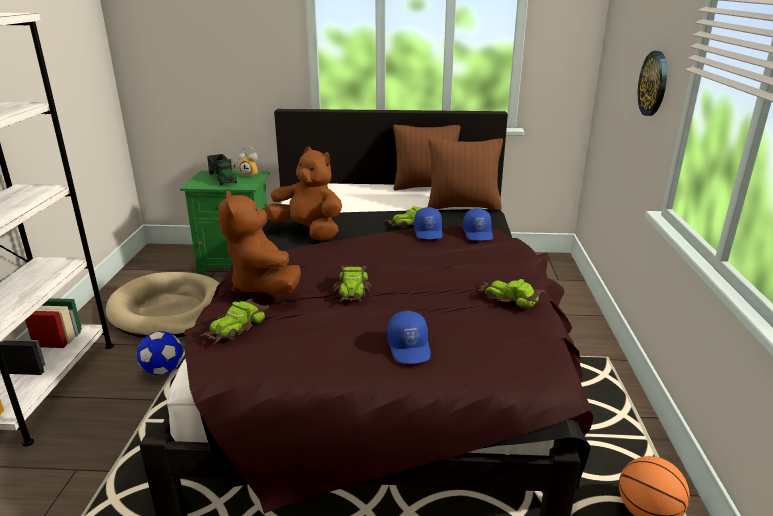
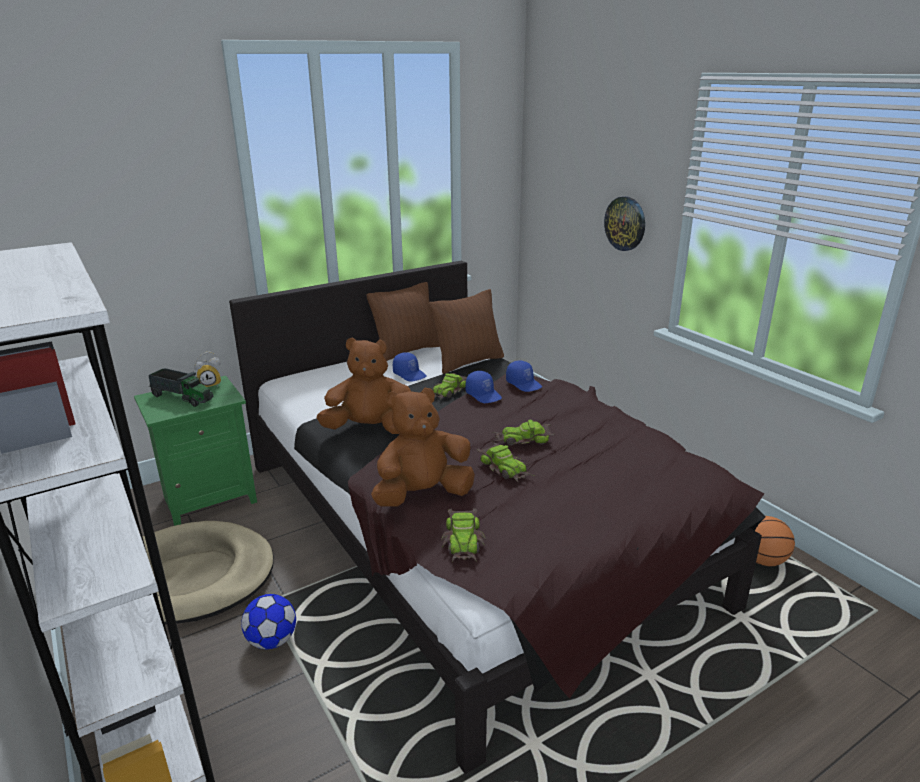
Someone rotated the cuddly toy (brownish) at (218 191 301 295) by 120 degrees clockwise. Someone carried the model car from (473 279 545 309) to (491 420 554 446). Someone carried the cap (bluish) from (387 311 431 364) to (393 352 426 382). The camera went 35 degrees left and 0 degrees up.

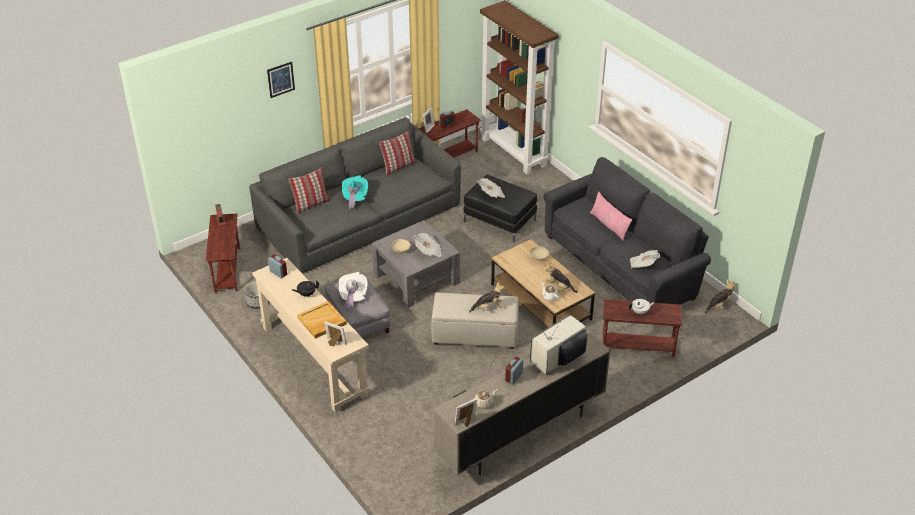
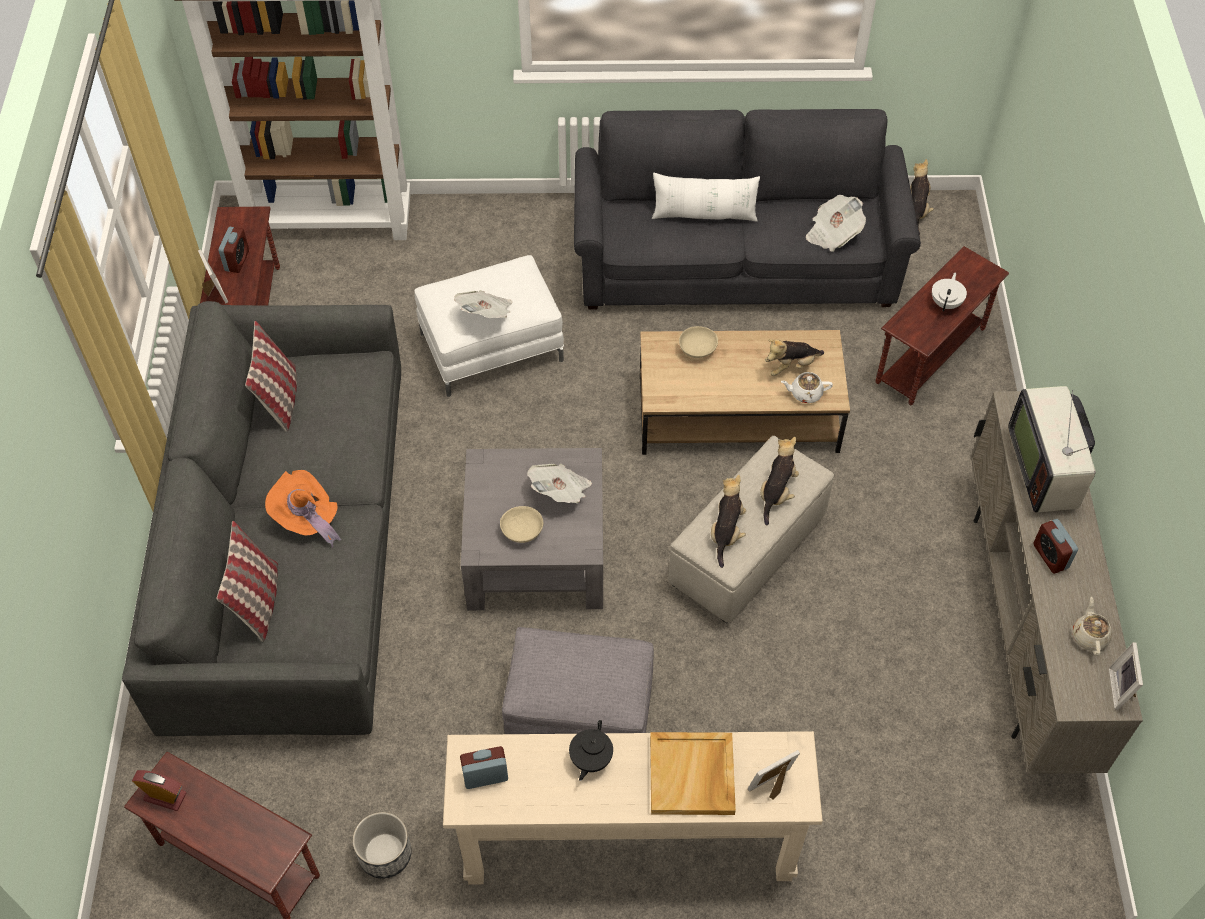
Someone took away the picture at (267 62 295 98). Someone repainted the clothing hat (blue-green) at (342 175 368 210), which became the clothing hat (orange-coloured) at (265 470 341 548). Someone repainted the footrest (black) at (464 175 537 243), which became the footrest (white-coloured) at (414 255 564 397). Someone repainted the cushion (pink) at (590 191 632 241), which became the cushion (white-coloured) at (652 173 760 222). Someone took away the clothing hat (white-coloured) at (339 272 368 311). Someone put down the cuddly toy at (711 474 746 568). The camera went 55 degrees left and 15 degrees up.

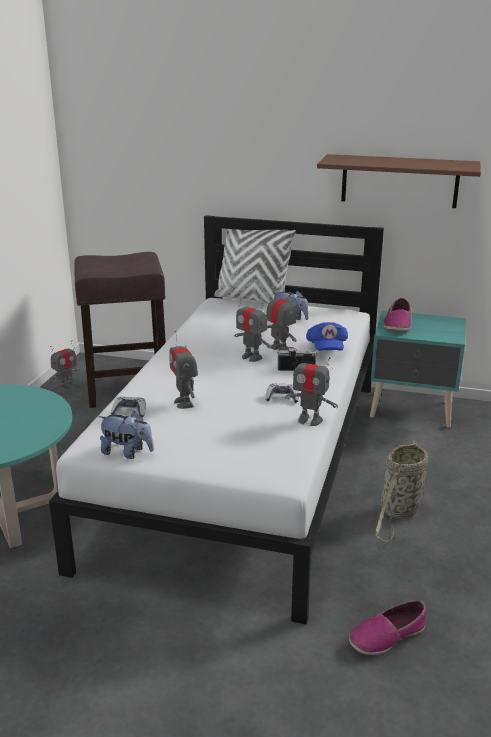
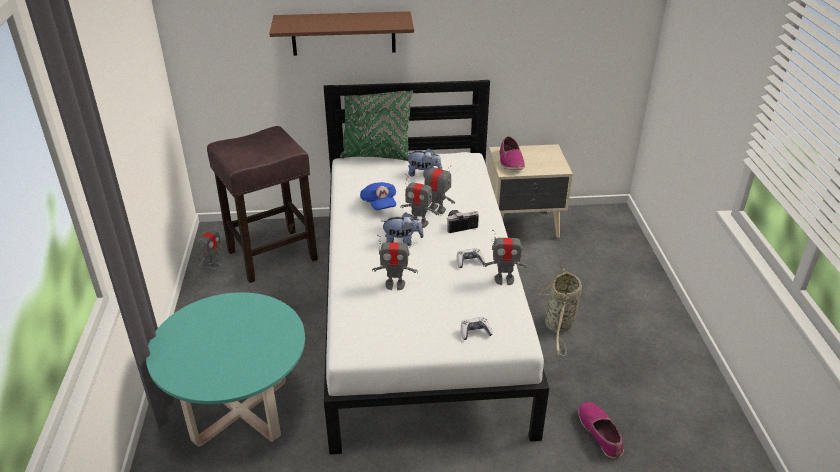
Someone carried the shelf (brownish) from (317 154 481 208) to (269 11 414 56). Someone repainted the cushion (white-coloured) at (214 229 296 304), which became the cushion (green-coloured) at (340 90 413 161). Someone repainted the bedside table (blue-green) at (370 310 466 428), which became the bedside table (beige-coloured) at (488 144 573 238). Someone carried the cap (bluish) from (306 322 348 351) to (360 182 396 210). Someone rotated the model robot at (169 331 198 409) by 45 degrees counterclockwise. Someone carried the gamepad from (111 397 146 417) to (461 317 493 340). Someone carried the cuddly toy from (98 411 154 459) to (382 212 424 246). Someone rotated the low shoe at (349 600 426 655) by 120 degrees clockwise. The camera went 20 degrees left and 10 degrees up.

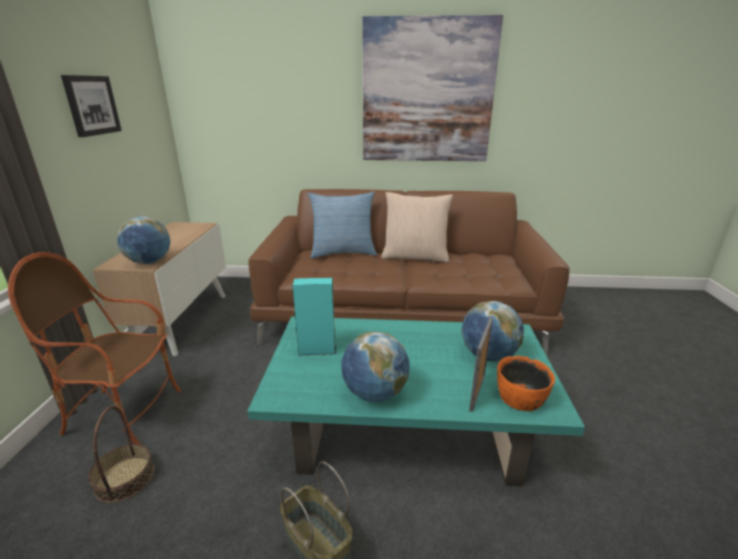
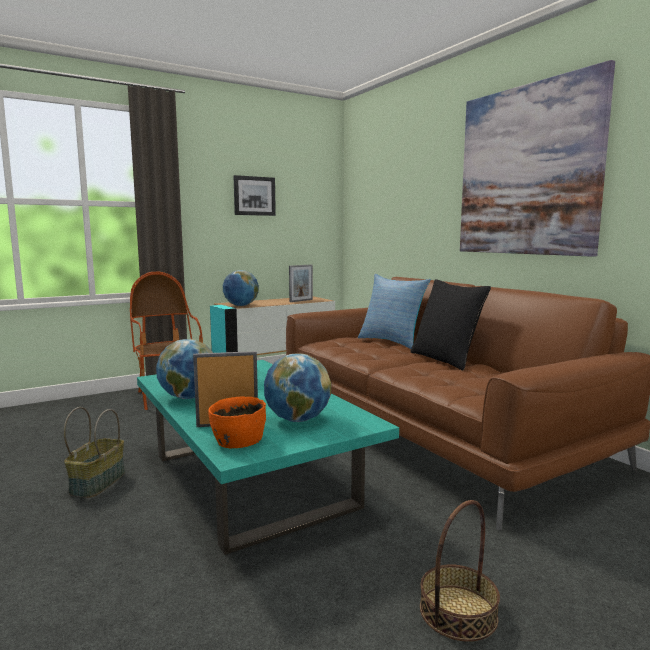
Someone repainted the cushion (beige-coloured) at (381 192 453 263), which became the cushion (black) at (410 279 491 371). Someone carried the storage basket from (88 406 155 503) to (420 500 500 642). Someone put down the standing frame at (289 264 313 302). The camera went 55 degrees right and 15 degrees down.

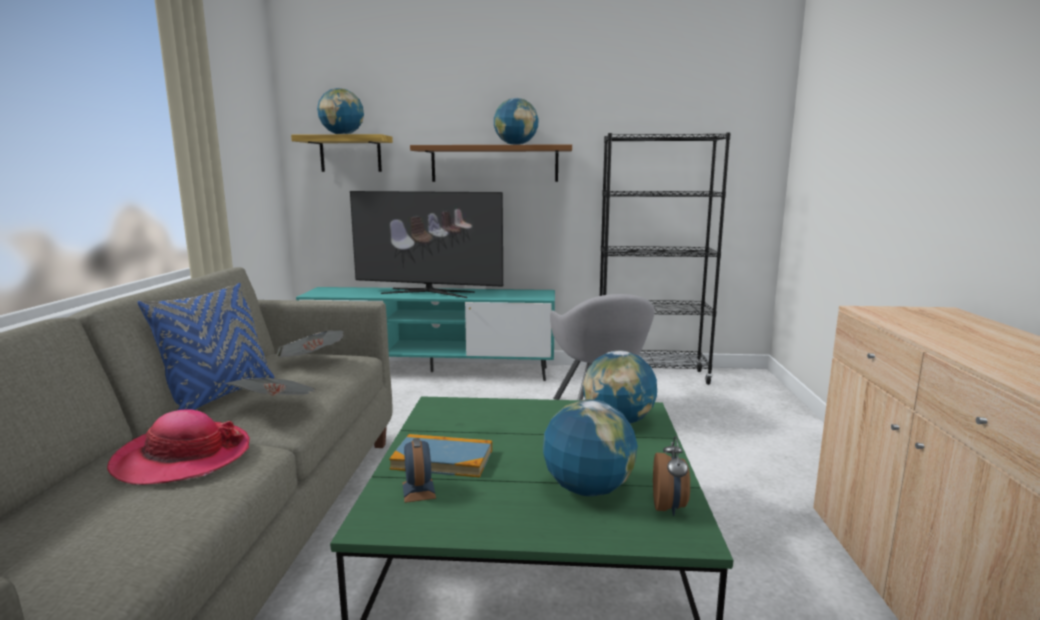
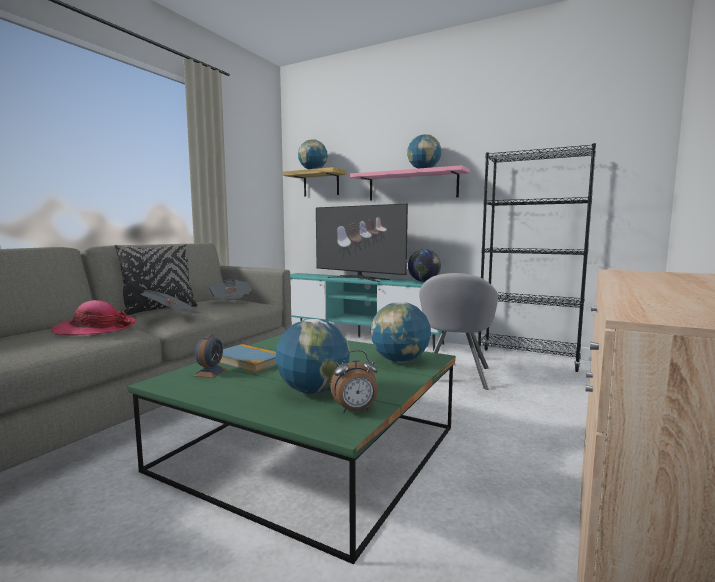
Someone repainted the shelf (brownish) at (410 145 572 182), which became the shelf (pink) at (350 165 470 201). Someone repainted the cushion (bluish) at (137 283 274 410), which became the cushion (black) at (115 244 197 315). Someone rotated the table clock at (653 436 690 516) by 45 degrees clockwise. Someone put down the world globe at (408 249 441 282). The camera went 25 degrees right and 5 degrees down.

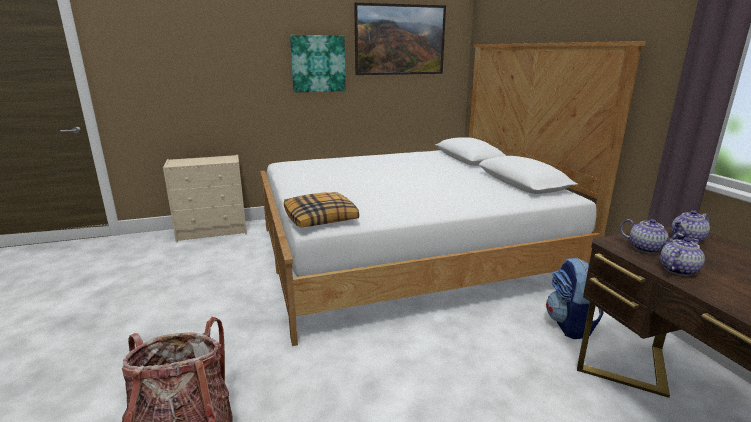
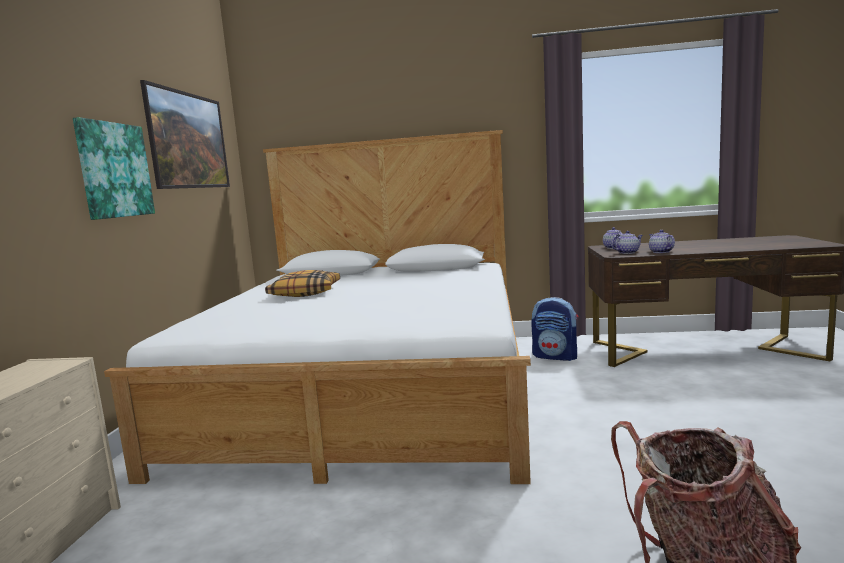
Someone carried the cushion from (284 192 359 227) to (265 270 340 297). The camera went 65 degrees left and 10 degrees down.

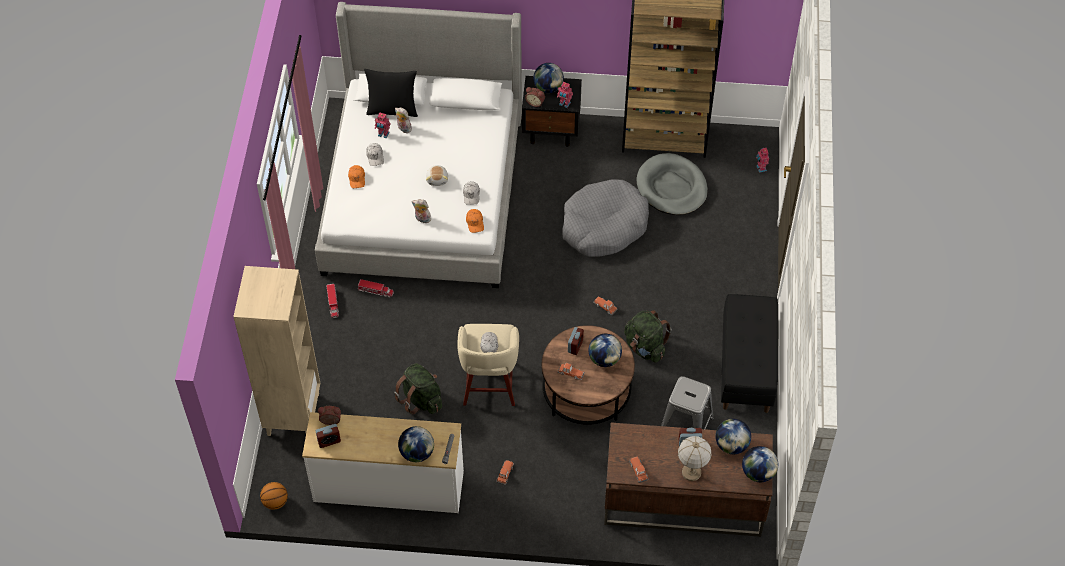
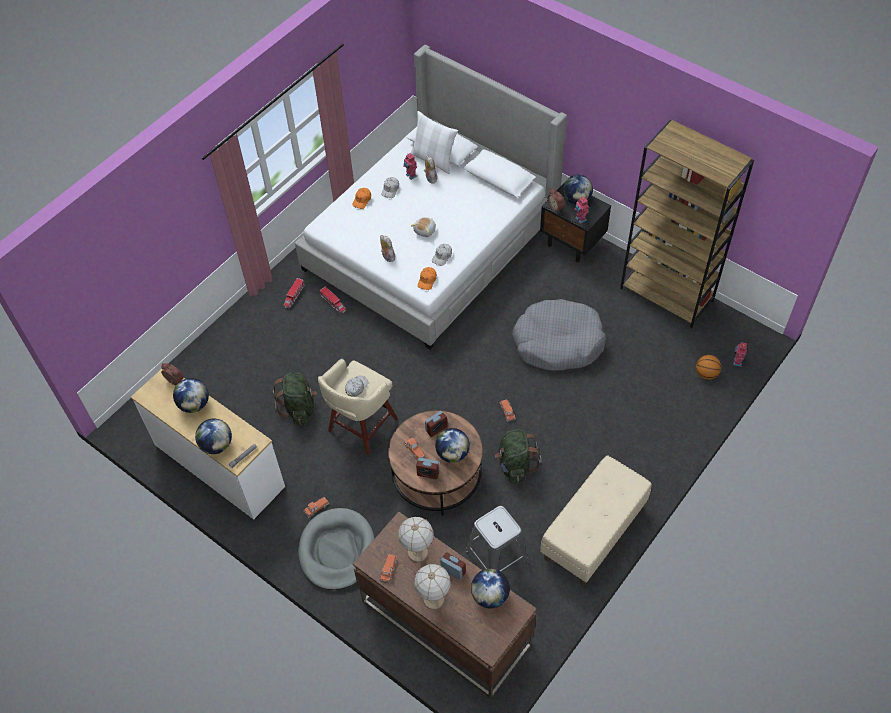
Someone repainted the cushion (black) at (364 69 418 117), which became the cushion (white-coloured) at (411 111 458 174). Someone carried the pet bed (greyish) from (637 153 708 215) to (298 508 374 590). Someone took away the shelving unit (beige-coloured) at (233 266 320 436). Someone repainted the long seat (black) at (721 294 778 413), which became the long seat (beige-coloured) at (540 455 652 585). Someone carried the table clock from (316 424 341 448) to (416 458 439 479). Someone carried the world globe from (742 446 778 482) to (173 378 209 413). Someone carried the ball for basketball from (260 482 288 510) to (696 355 721 380). Someone put down the tabletop lamp at (398 517 434 563). The camera went 35 degrees right and 0 degrees up.

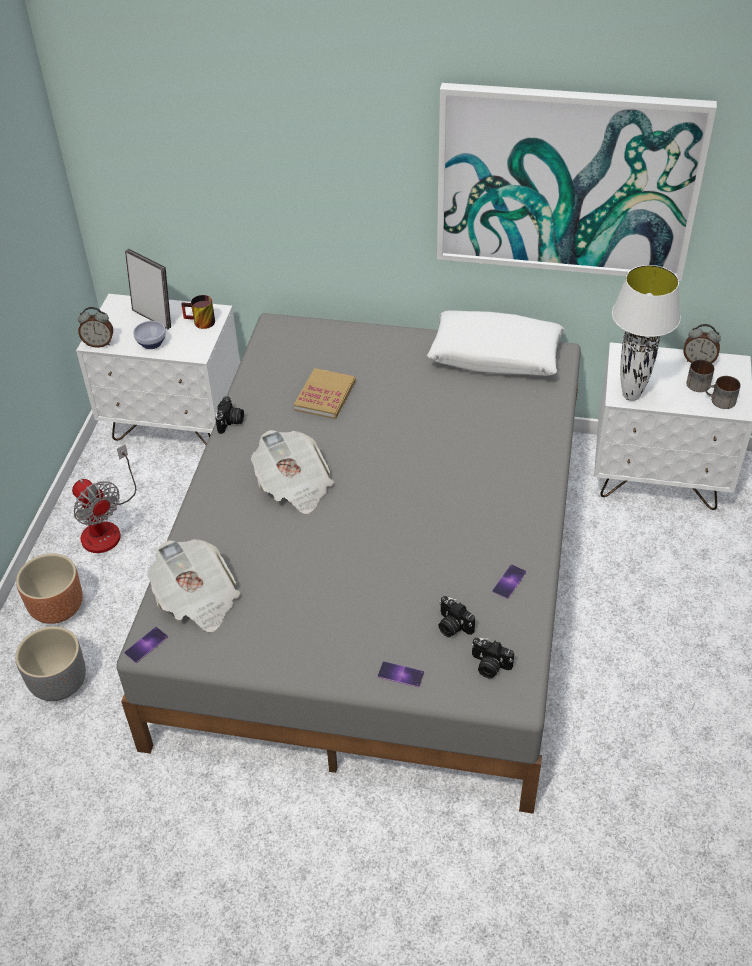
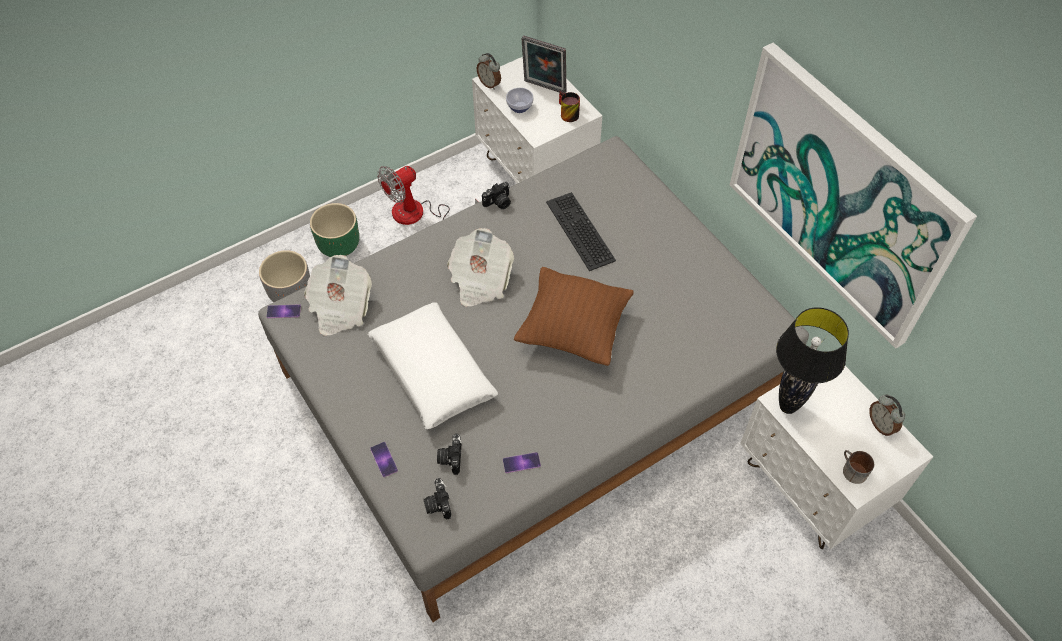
Someone rotated the standing frame at (125 249 171 329) by 120 degrees clockwise. Someone repainted the tabletop lamp (white-coloured) at (612 265 680 401), which became the tabletop lamp (black) at (776 307 849 414). Someone carried the cushion (white-coloured) from (427 310 564 376) to (368 302 498 429). Someone took away the coffee mug at (686 359 714 392). Someone swapped the bound book at (294 368 356 419) for the PC keyboard at (546 192 616 271). Someone rotated the electric fan at (72 444 136 553) by 45 degrees clockwise. Someone repainted the flower pot (brownish) at (16 553 83 624), which became the flower pot (green-coloured) at (310 203 359 257). Someone put down the cushion (brownish) at (514 267 634 366). The camera went 45 degrees right and 10 degrees up.

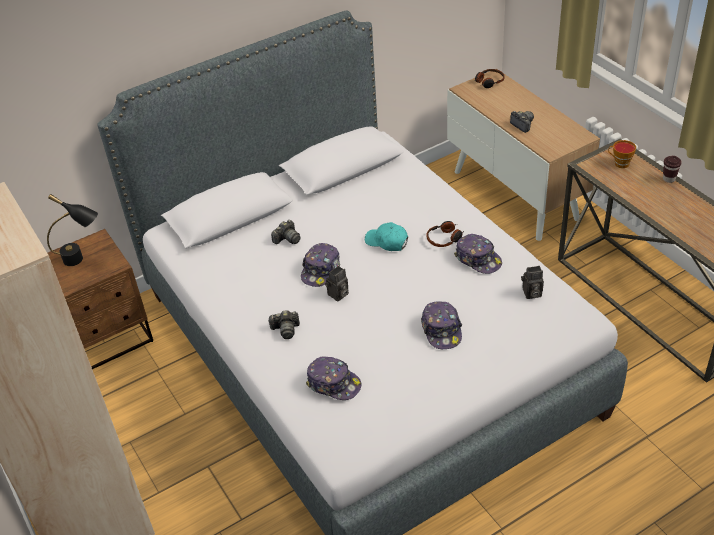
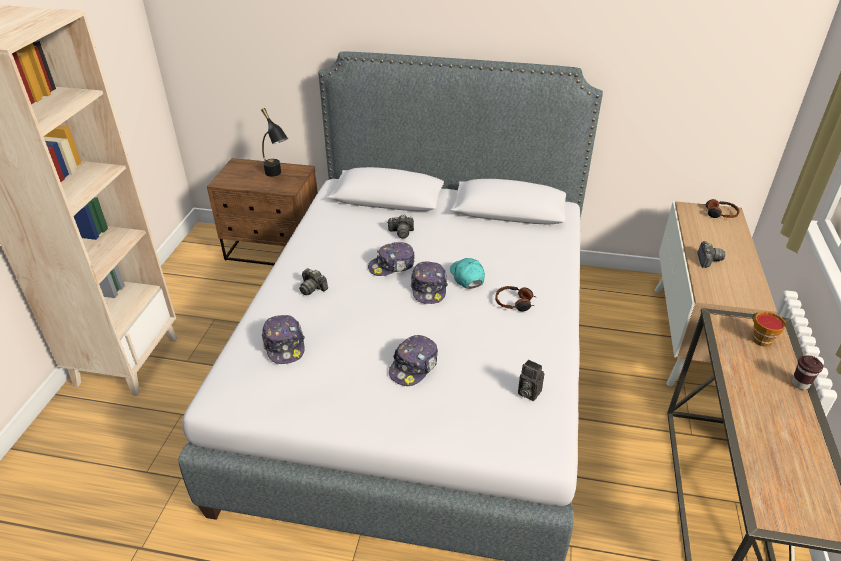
Someone carried the cap from (454 234 502 274) to (411 262 448 304). Someone took away the still camera at (325 266 349 301). The camera went 40 degrees right and 5 degrees down.

